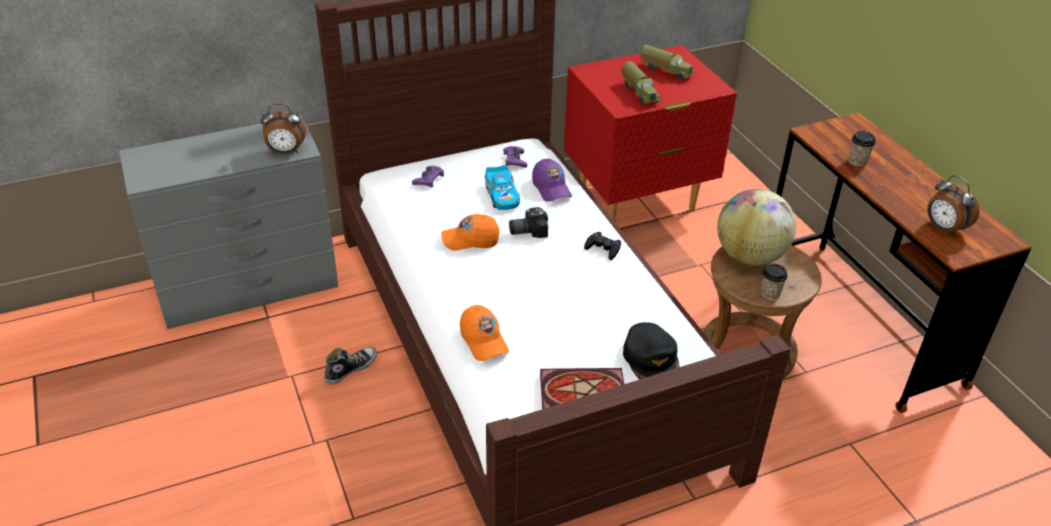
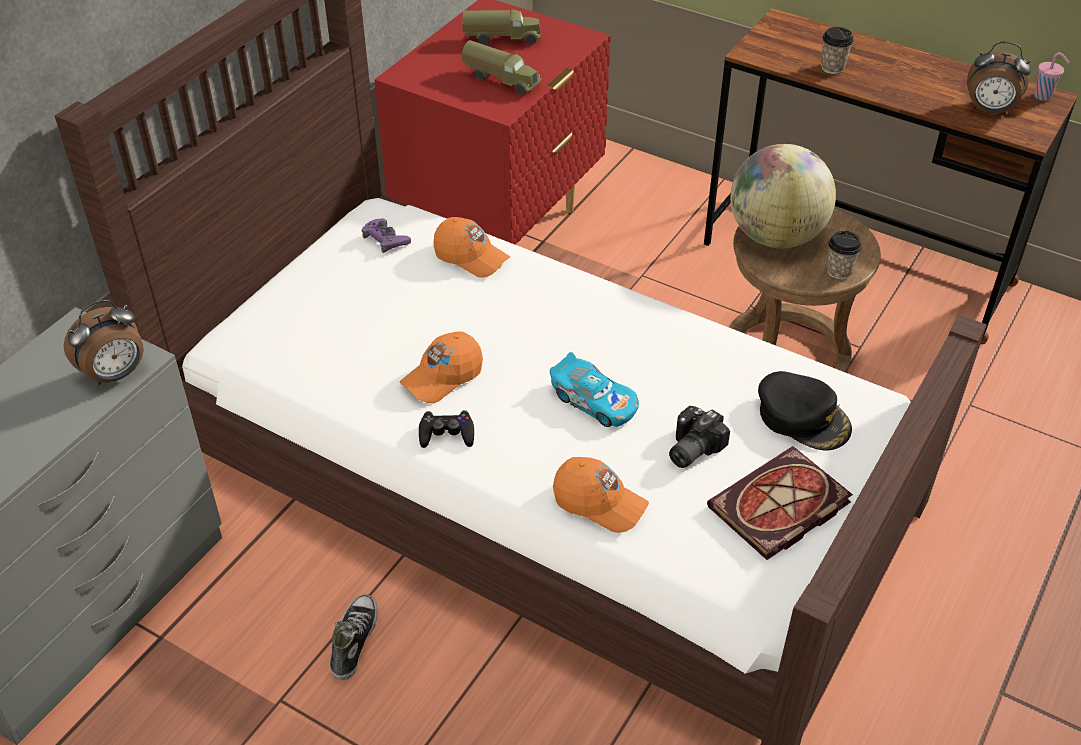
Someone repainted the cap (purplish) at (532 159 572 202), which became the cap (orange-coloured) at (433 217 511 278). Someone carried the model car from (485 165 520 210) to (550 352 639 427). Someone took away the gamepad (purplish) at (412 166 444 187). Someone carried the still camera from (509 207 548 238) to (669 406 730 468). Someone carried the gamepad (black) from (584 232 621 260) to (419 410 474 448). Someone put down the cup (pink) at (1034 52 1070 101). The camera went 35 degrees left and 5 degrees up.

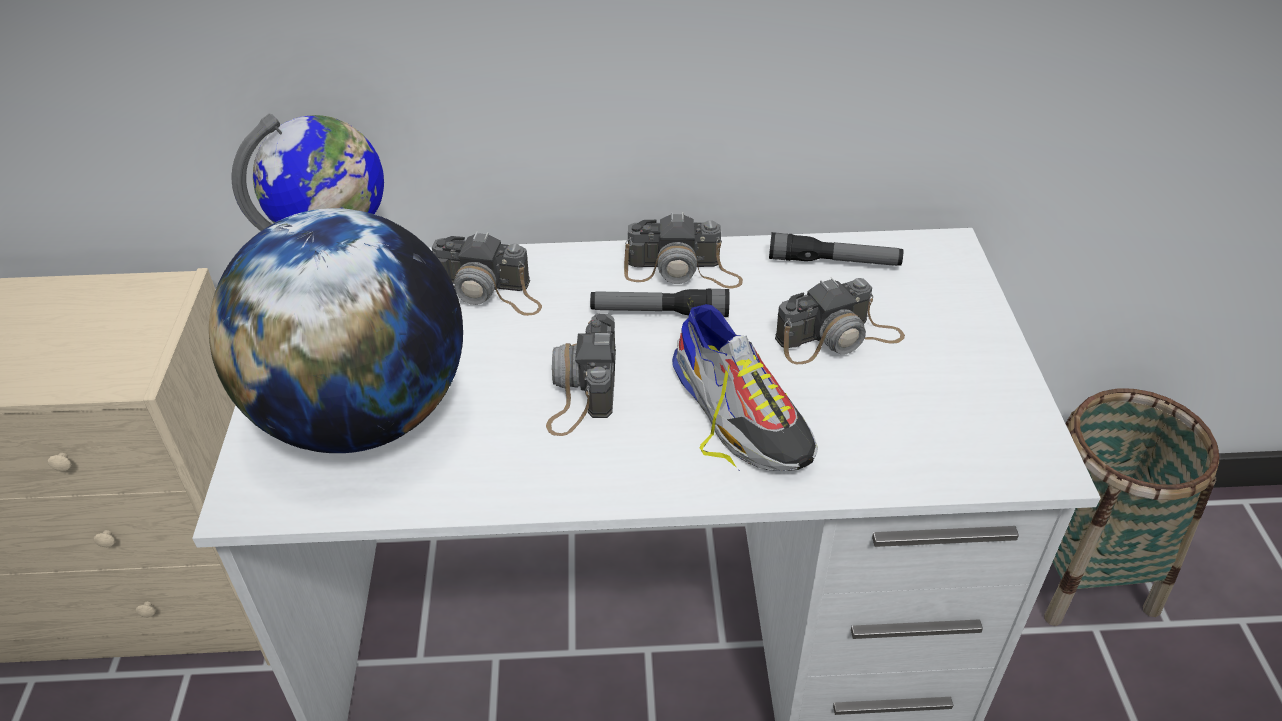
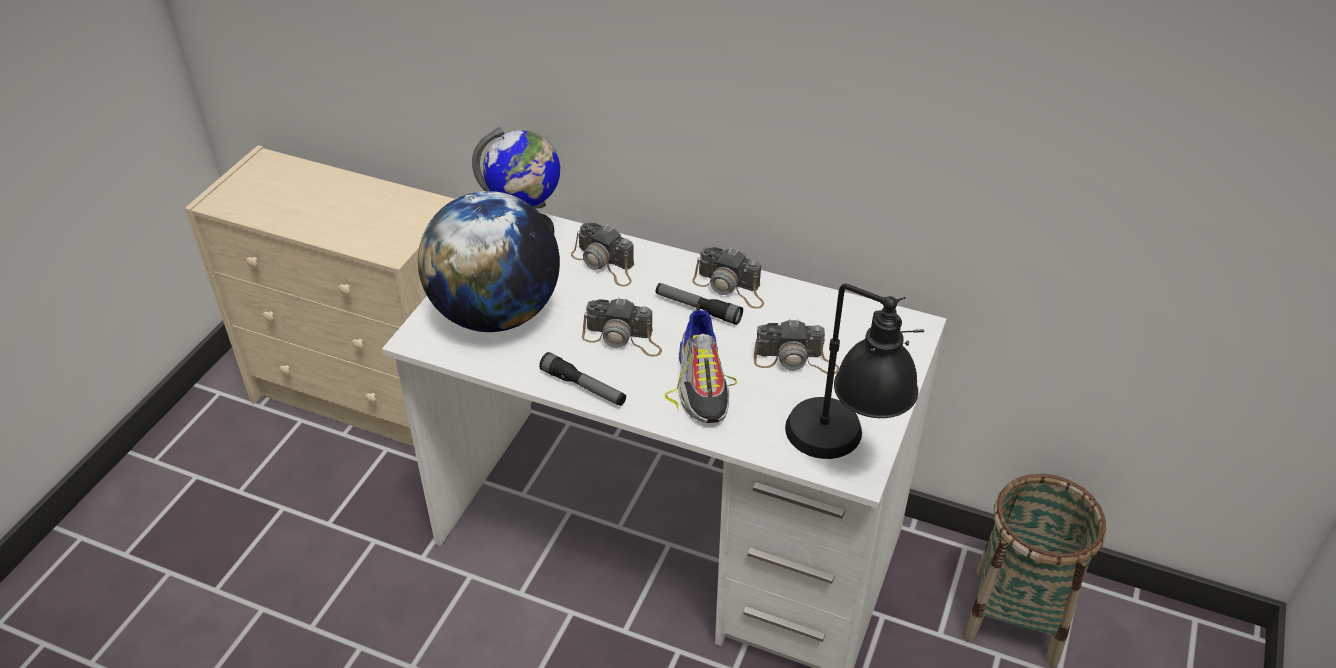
Someone carried the hand torch from (769 232 903 266) to (539 352 626 406). Someone rotated the still camera at (546 313 616 436) by 105 degrees counterclockwise. Someone put down the tabletop lamp (black) at (785 283 924 459). The camera went 25 degrees right and 0 degrees up.

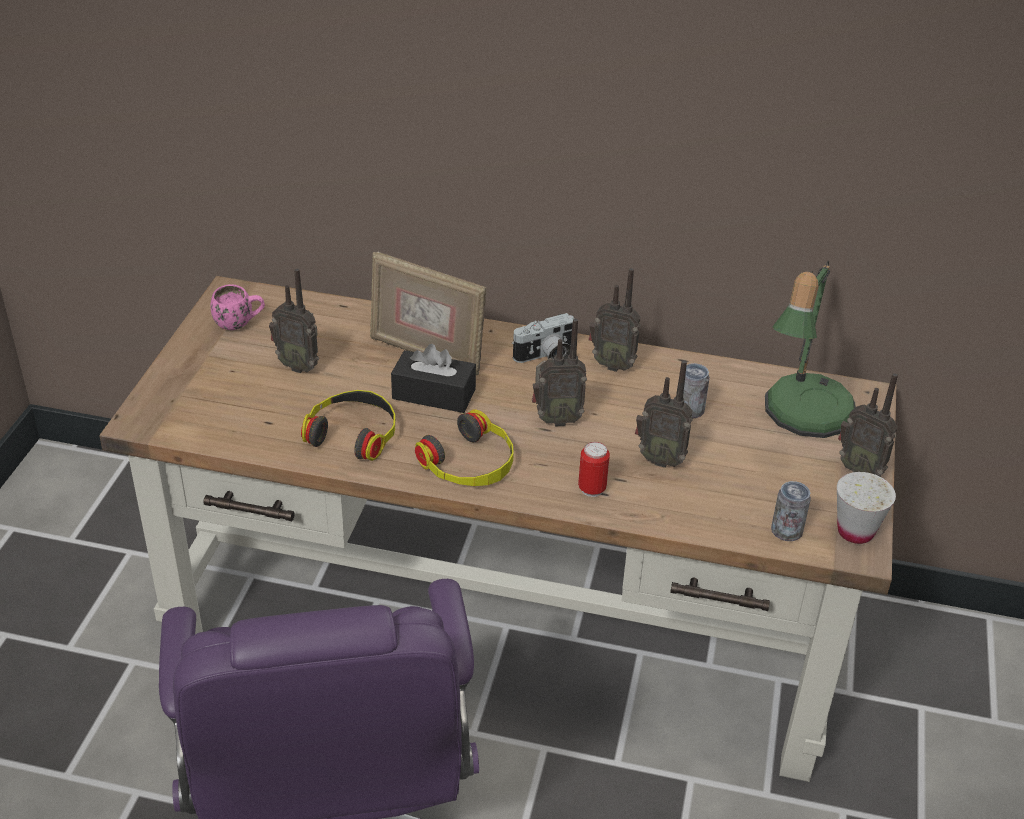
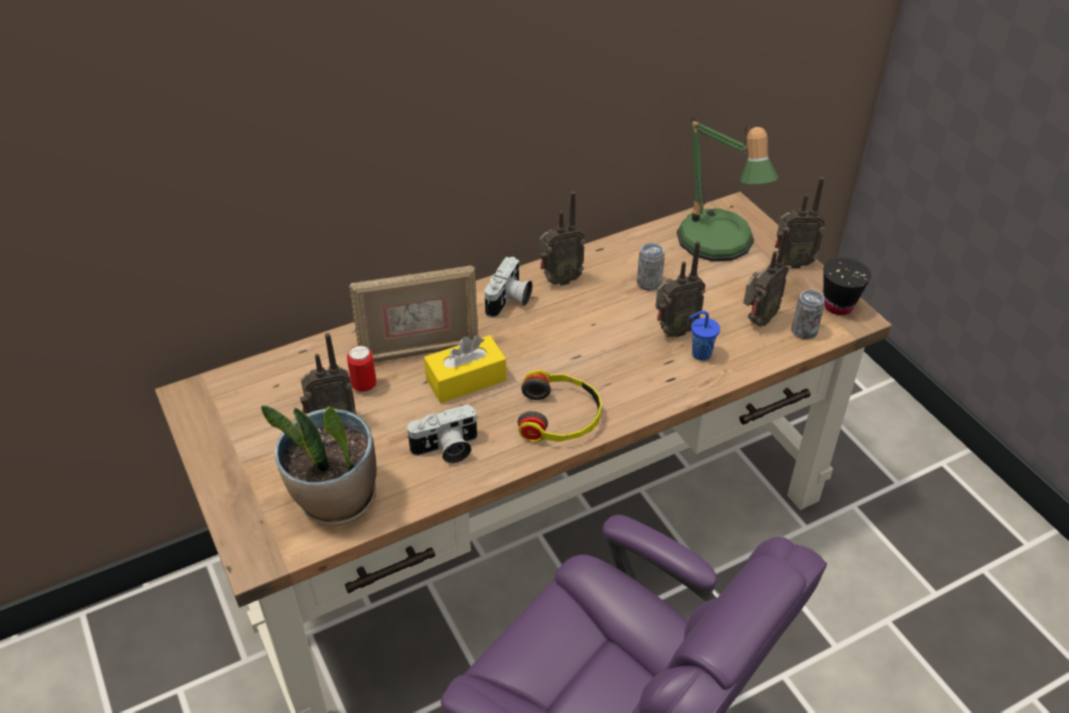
Someone took away the coffee mug (pink) at (211 284 265 330). Someone carried the radio from (532 319 587 426) to (743 228 789 327). Someone repainted the box of tissues (black) at (391 344 476 413), which became the box of tissues (yellow-coloured) at (424 335 507 403). Someone swapped the headset at (301 390 395 461) for the still camera at (406 404 478 463). Someone carried the can from (578 442 610 497) to (347 345 377 393). Someone repainted the cup (white-coloured) at (837 472 896 544), which became the cup (black) at (823 257 871 315). Someone put down the cup (bluish) at (689 311 720 361). Someone put down the potted plant at (261 405 377 525). The camera went 40 degrees left and 5 degrees up.

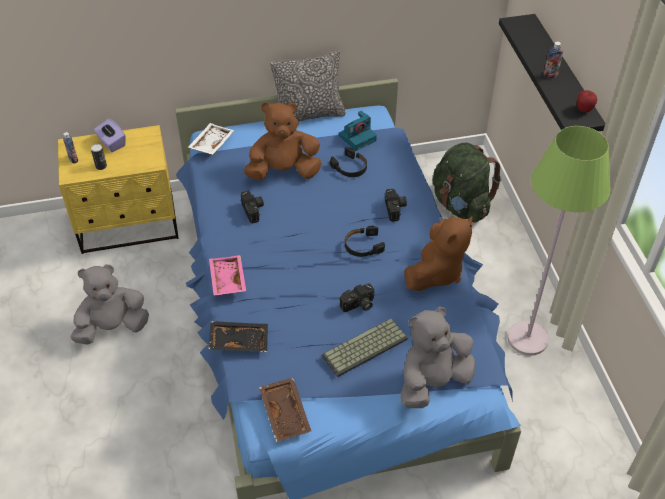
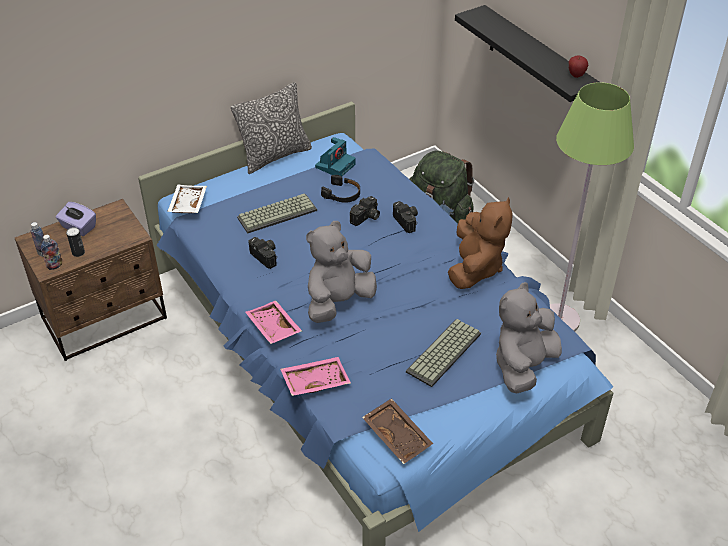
Someone carried the drink bottle from (543 42 563 78) to (41 235 62 270). Someone swapped the cuddly toy (brownish) at (244 102 322 180) for the PC keyboard at (237 193 317 234). Someone repainted the bedside table (yellow-coloured) at (58 125 179 254), which became the bedside table (brownish) at (15 199 167 361). Someone took away the headset (black) at (345 226 385 257). Someone carried the cuddly toy (greyish) from (71 264 149 345) to (306 221 377 323). Someone carried the still camera from (340 284 375 312) to (350 196 380 226). Someone repainted the serving tray (black) at (208 321 268 352), which became the serving tray (pink) at (280 357 351 396). The camera went 20 degrees left and 5 degrees down.

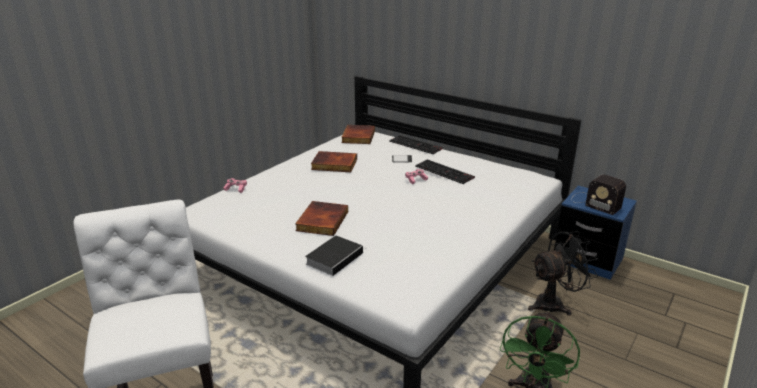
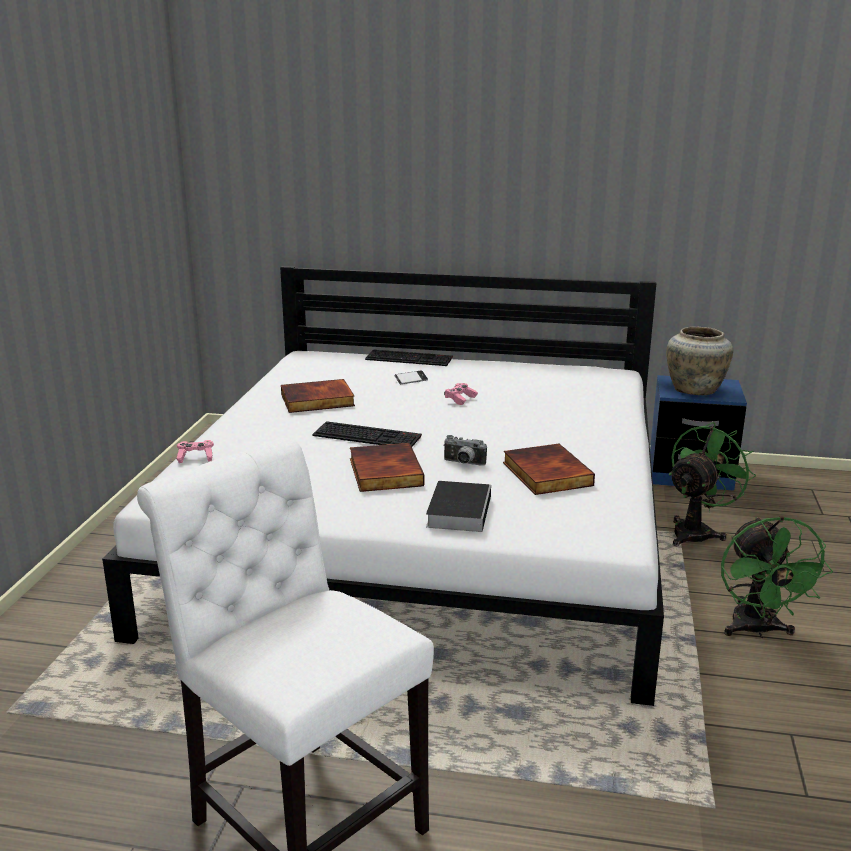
Someone carried the bound book from (341 125 375 144) to (503 444 595 495). Someone carried the PC keyboard from (415 159 475 184) to (313 421 422 447). Someone swapped the radio at (571 175 626 215) for the vase (beige-coloured) at (666 326 733 395). Someone repainted the electric fan (black) at (528 231 598 316), which became the electric fan (green-coloured) at (669 422 756 546). Someone put down the still camera at (443 435 487 466). The camera went 25 degrees left and 5 degrees down.

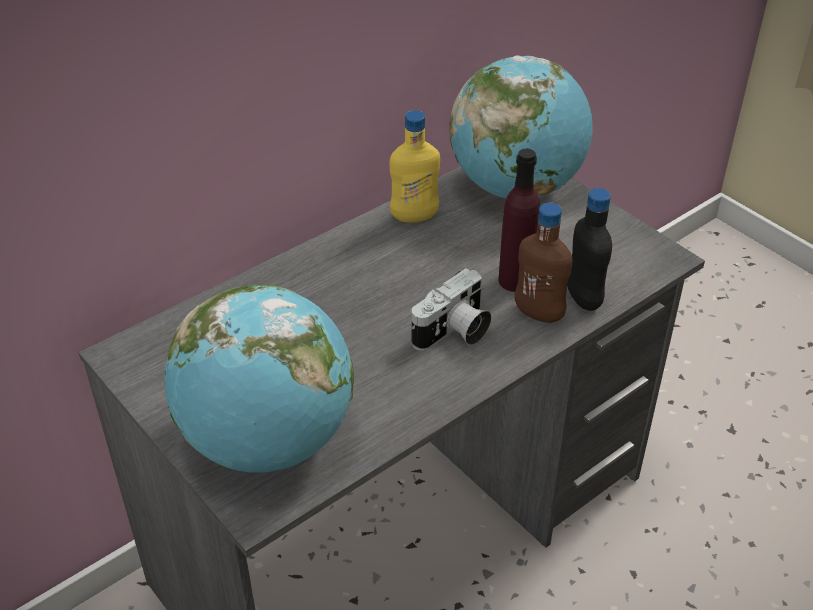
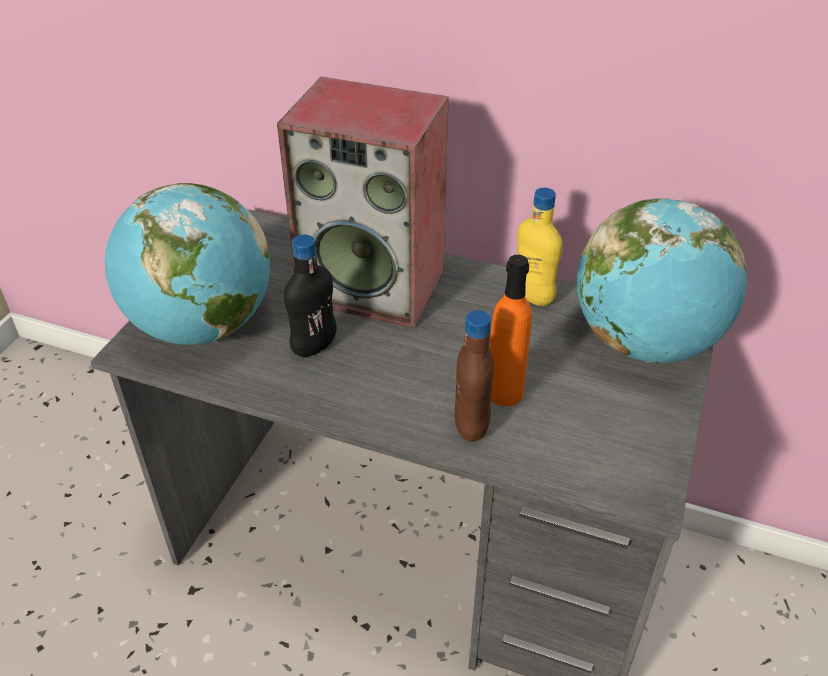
Someone repainted the drink bottle (purplish) at (499 149 540 292), which became the drink bottle (orange-coloured) at (490 255 532 406). Someone carried the drink bottle (black) from (567 188 612 311) to (284 235 336 357). Someone took away the still camera at (412 268 492 351). Someone put down the audio speaker at (277 77 449 328). The camera went 60 degrees right and 0 degrees up.

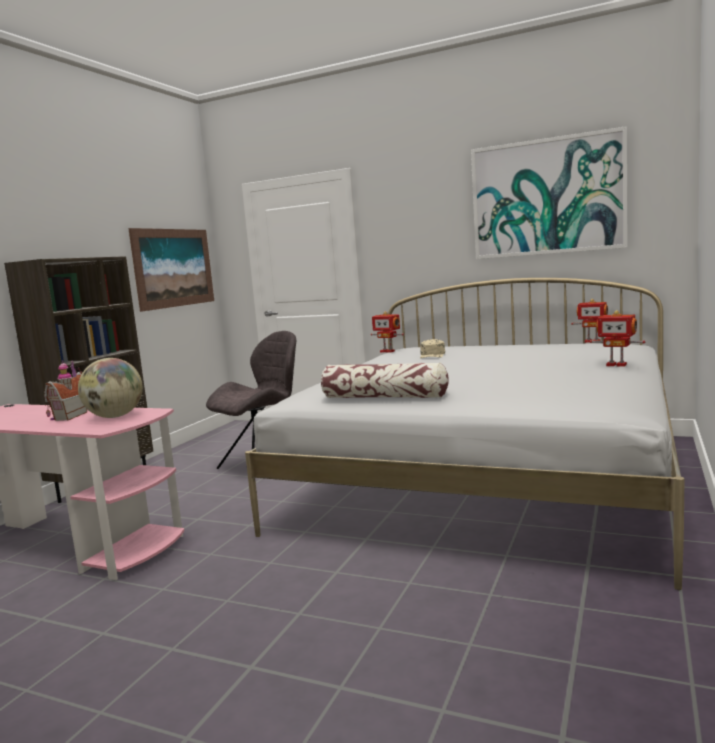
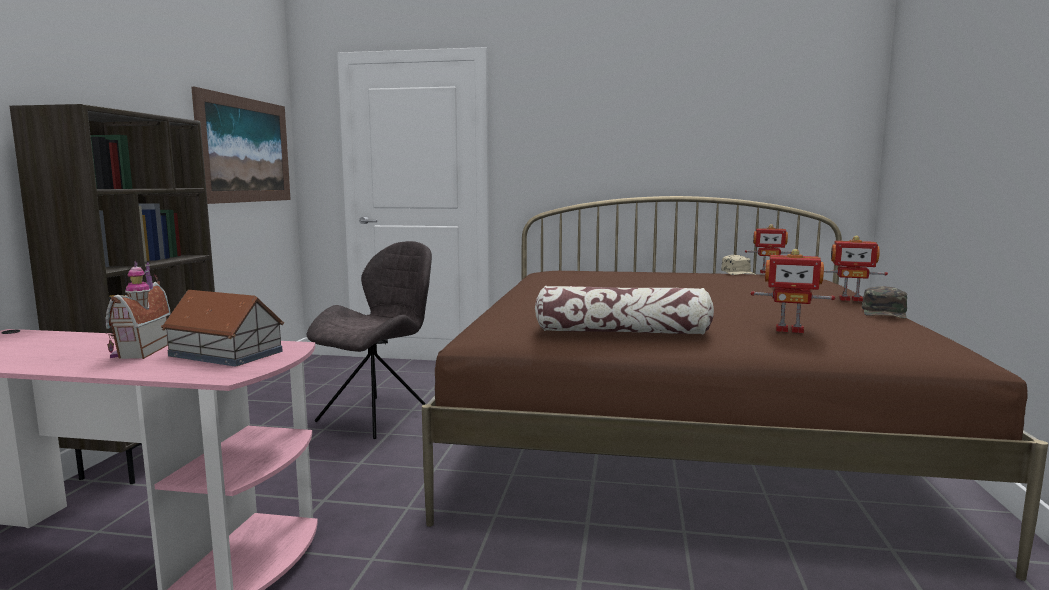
Someone took away the picture at (471 126 627 259). Someone repainted the bedroom bed (white-coloured) at (245 278 684 590), which became the bedroom bed (brownish) at (422 196 1048 581). Someone carried the model robot from (371 311 404 353) to (751 249 835 333). Someone carried the cap (beige-coloured) from (420 339 445 358) to (721 255 756 275). Someone swapped the world globe at (78 358 143 418) for the toy house at (161 290 284 367). Someone put down the cap (green-coloured) at (862 286 907 319). The camera went 15 degrees left and 0 degrees up.

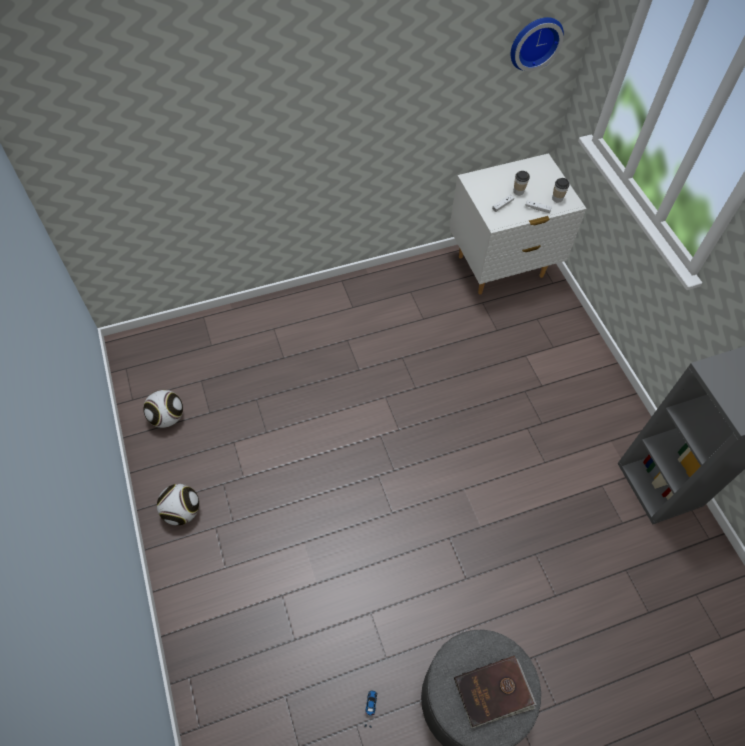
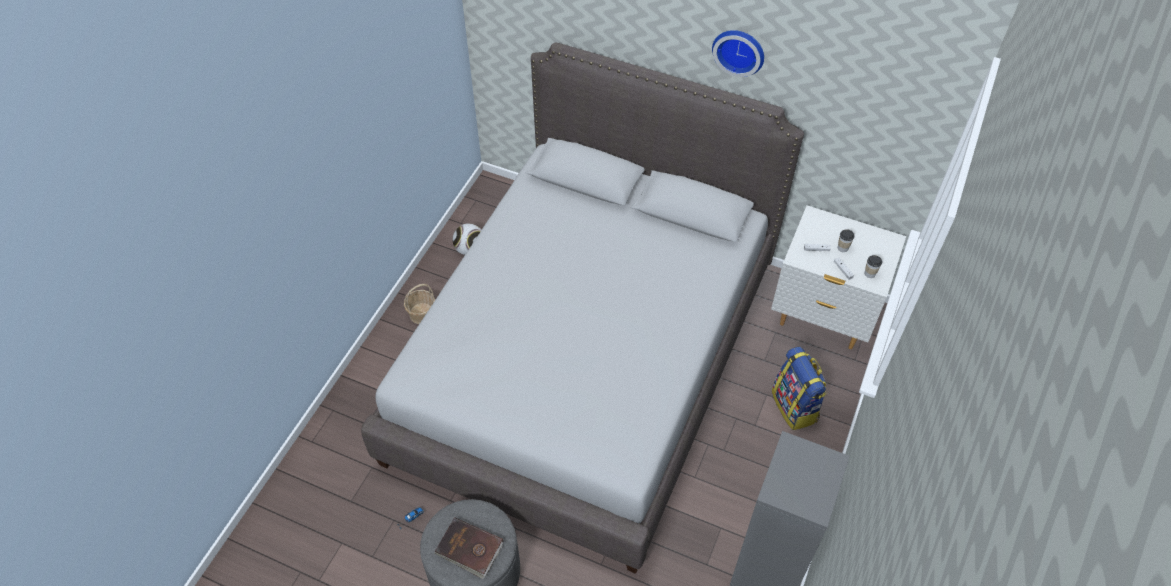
Someone carried the clock on the wall from (511 17 564 71) to (712 30 764 77). Someone swapped the football ball at (157 484 199 526) for the storage basket at (404 284 435 324). Someone put down the bedroom bed (greyish) at (361 42 804 574). Someone put down the knapsack at (772 347 827 430). The camera went 45 degrees right and 5 degrees down.

